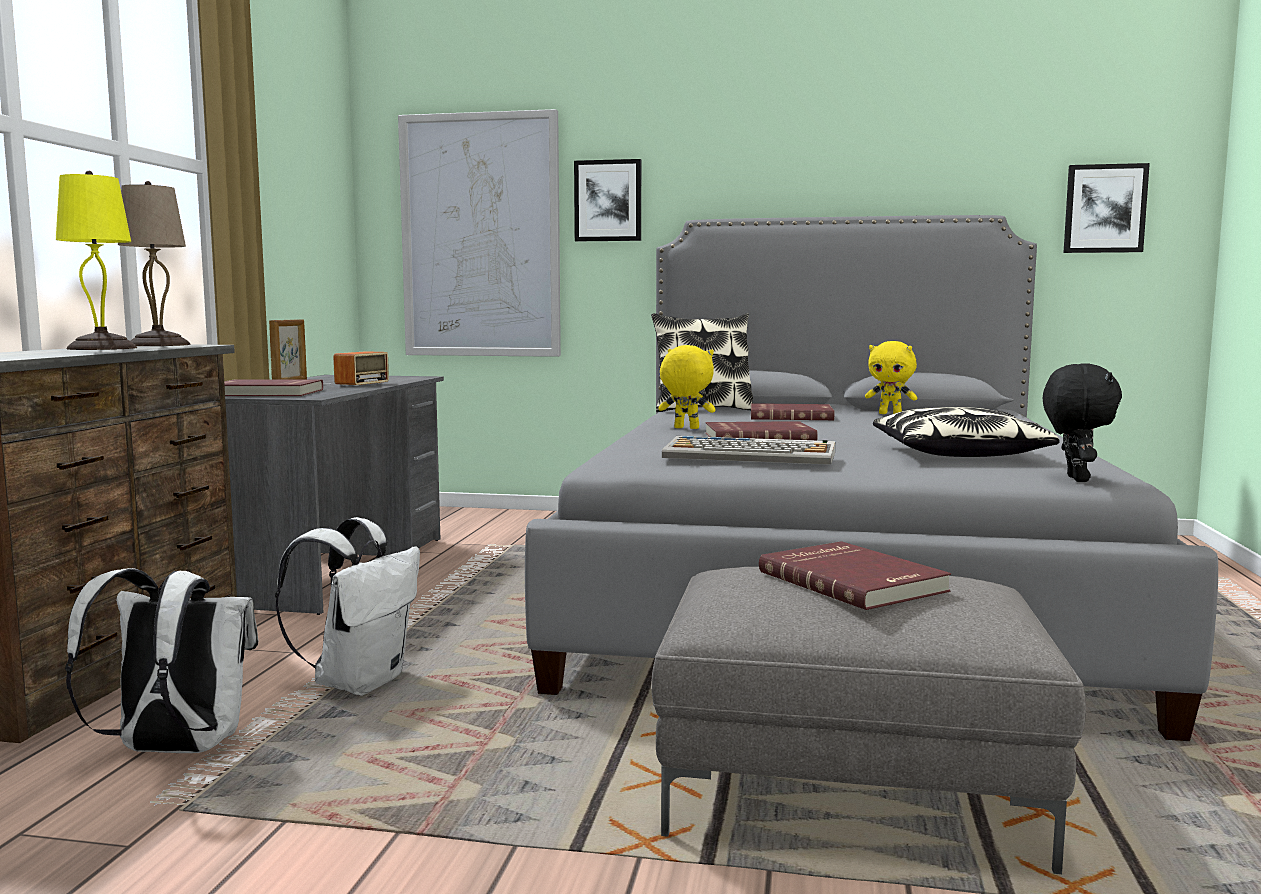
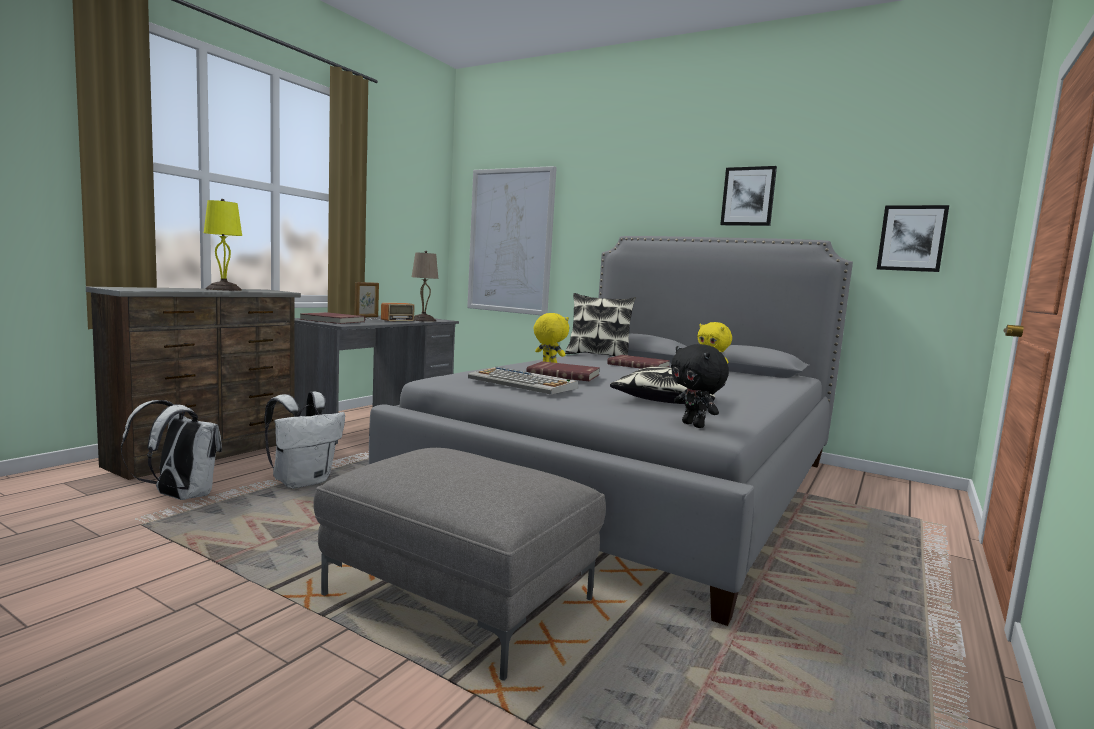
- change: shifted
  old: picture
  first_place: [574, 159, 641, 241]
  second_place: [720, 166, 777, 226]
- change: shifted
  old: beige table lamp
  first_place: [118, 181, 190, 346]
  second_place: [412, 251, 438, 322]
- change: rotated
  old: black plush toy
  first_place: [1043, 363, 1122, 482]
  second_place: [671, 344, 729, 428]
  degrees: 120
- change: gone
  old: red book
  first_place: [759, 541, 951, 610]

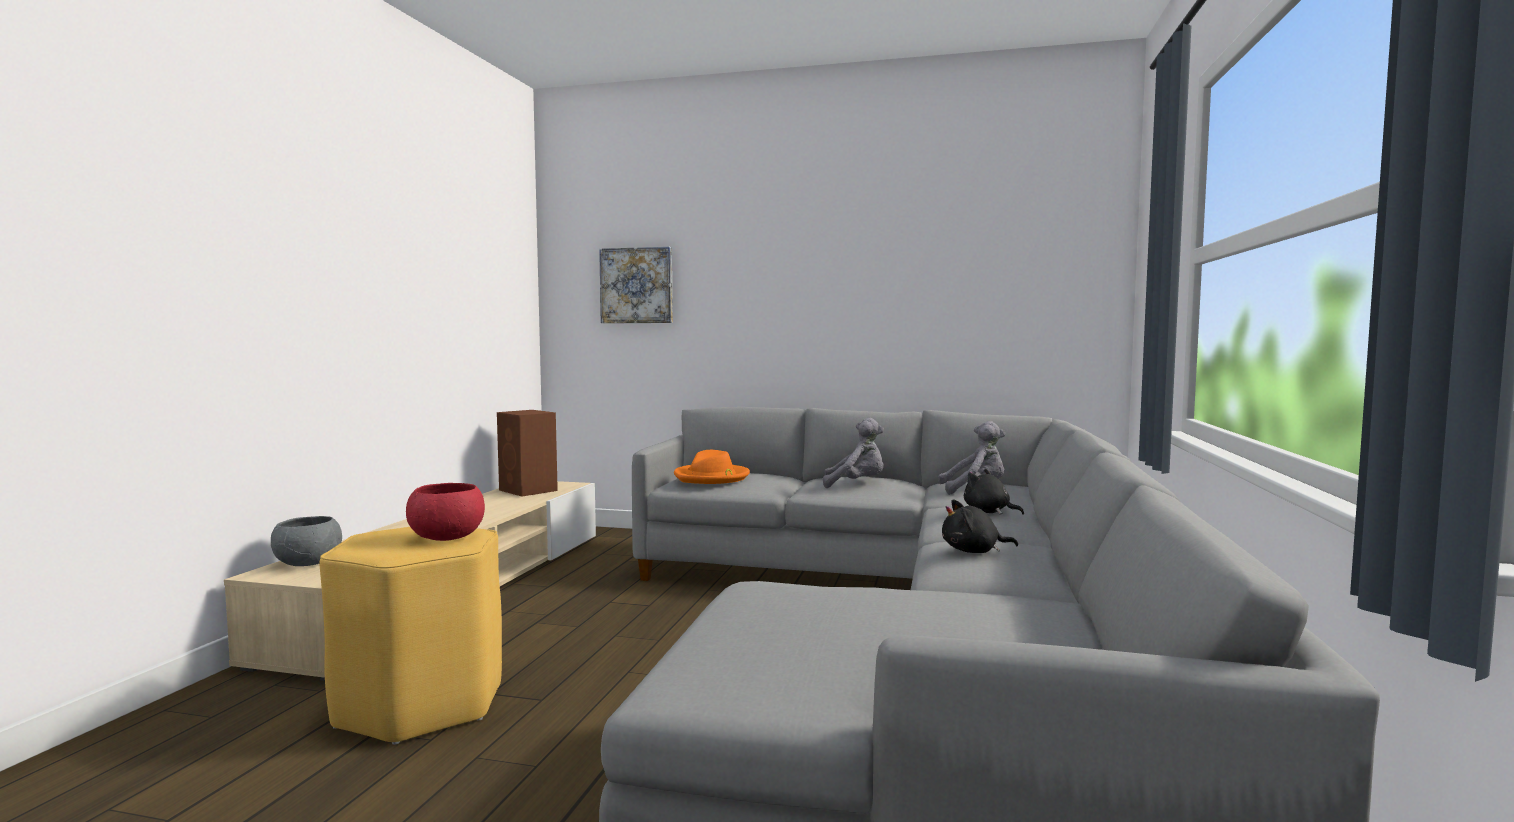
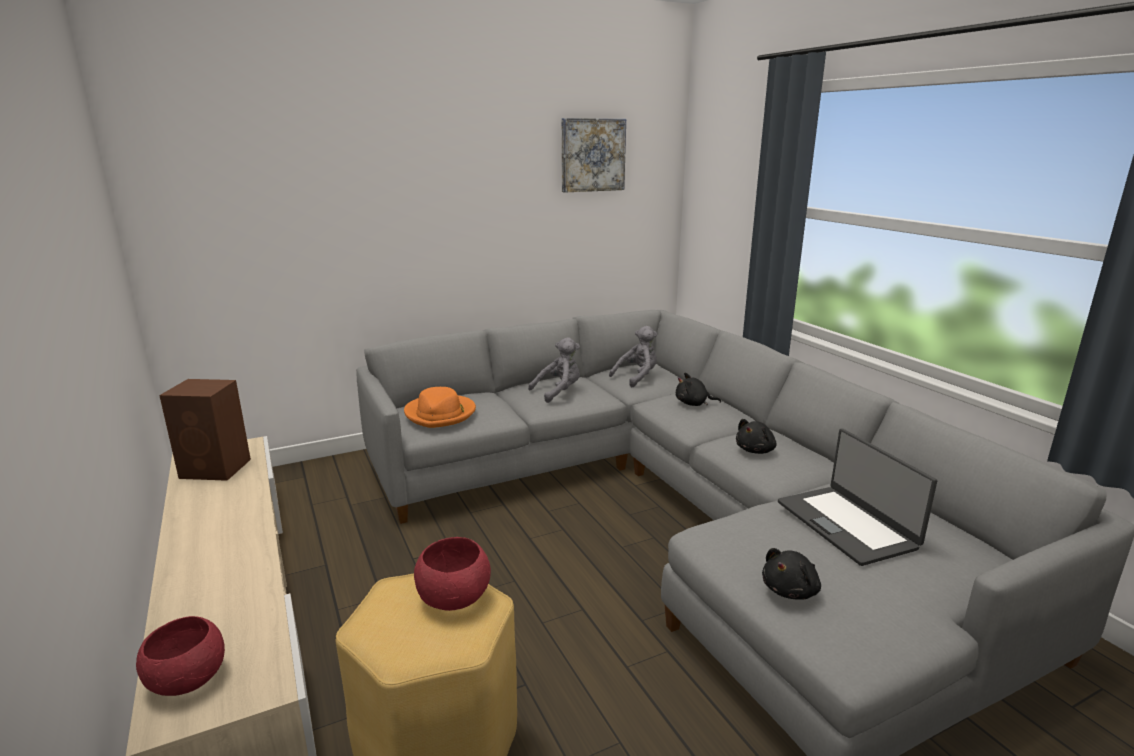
- change: shifted
  old: picture
  first_place: [599, 247, 673, 323]
  second_place: [562, 118, 626, 192]
- change: repainted
  old: grey bowl
  new: red bowl
  first_place: [271, 516, 342, 566]
  second_place: [136, 616, 225, 696]
- change: new
  new: laptop
  second_place: [778, 429, 937, 566]
- change: new
  new: black plush toy
  second_place: [762, 548, 821, 600]

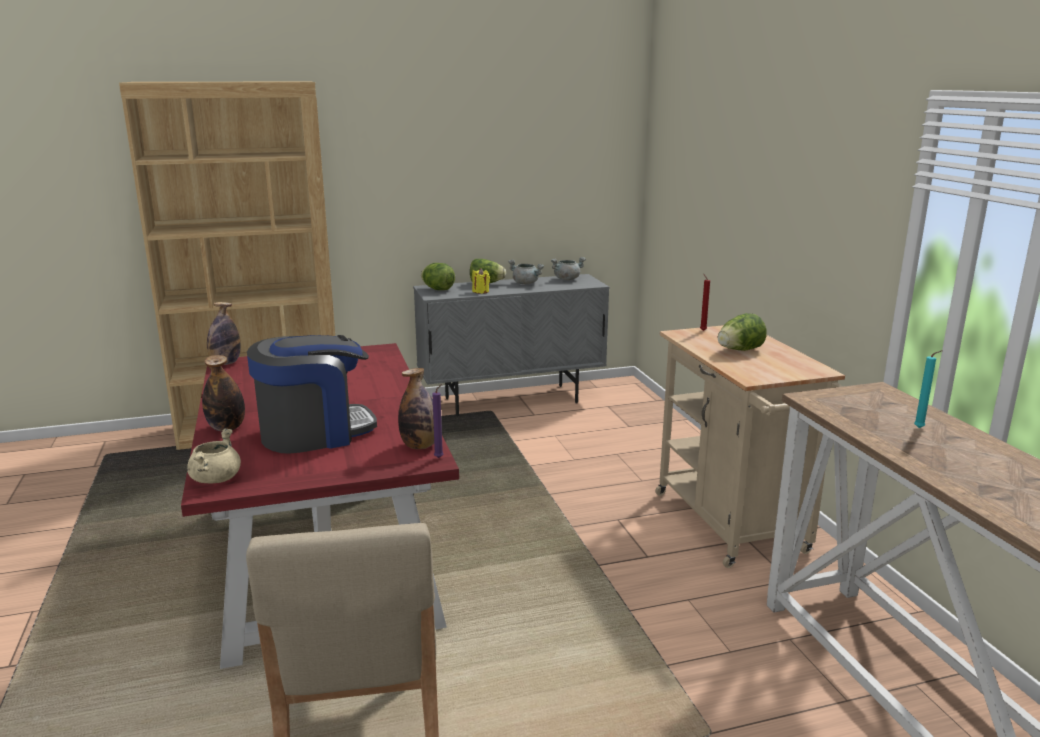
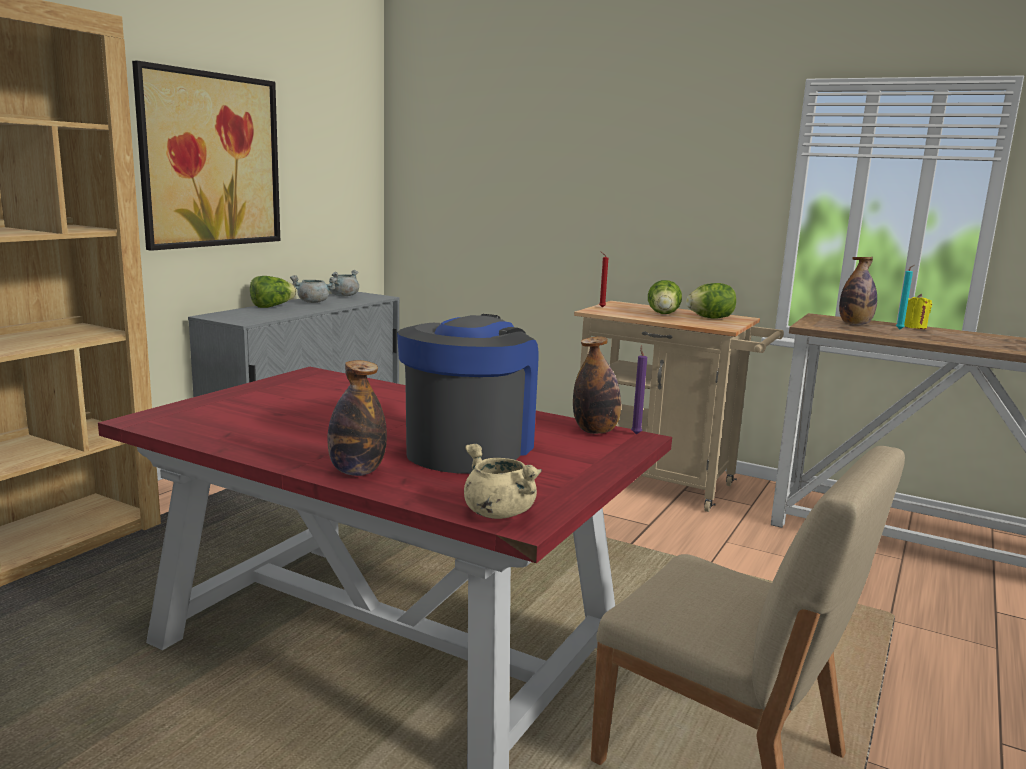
- change: shifted
  old: lettuce
  first_place: [421, 263, 455, 290]
  second_place: [686, 283, 736, 319]
- change: shifted
  old: yellow candle
  first_place: [472, 268, 490, 294]
  second_place: [904, 294, 932, 329]
- change: shifted
  old: bottle
  first_place: [207, 302, 240, 365]
  second_place: [839, 257, 877, 325]
- change: new
  new: picture
  second_place: [132, 61, 280, 251]

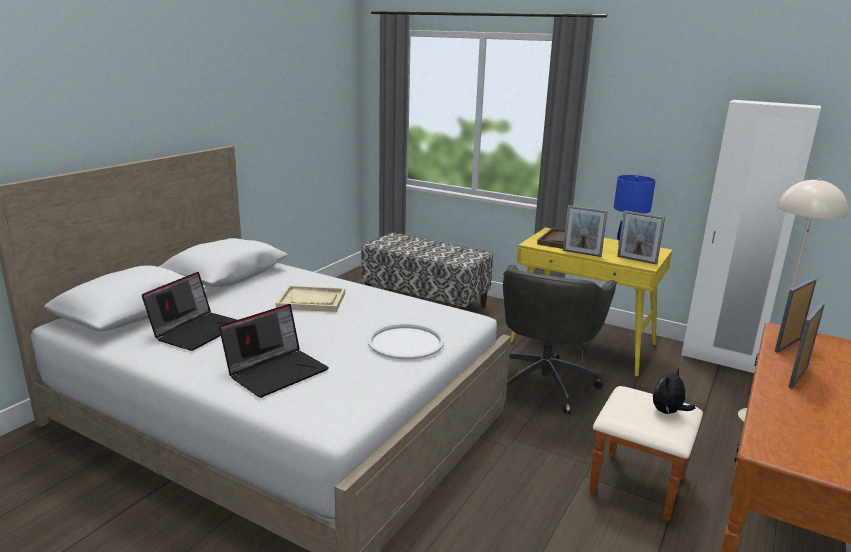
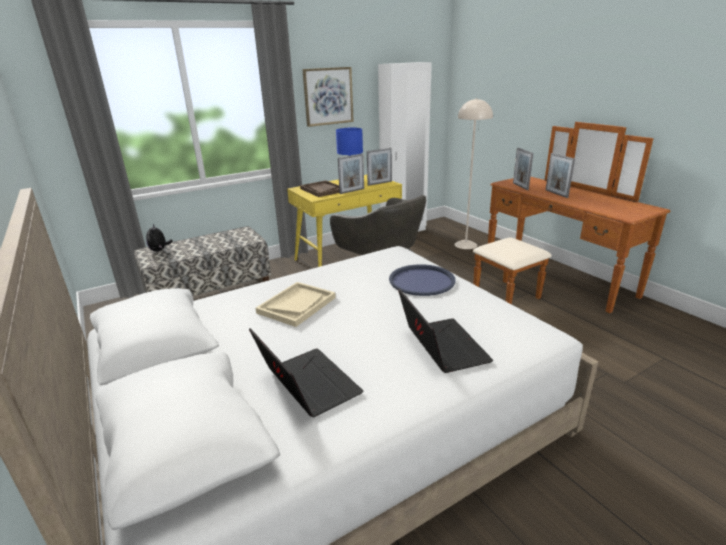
- change: repainted
  old: white tray
  new: blue tray
  first_place: [367, 323, 444, 360]
  second_place: [389, 264, 455, 296]
- change: shifted
  old: plush toy
  first_place: [653, 368, 695, 414]
  second_place: [146, 224, 173, 252]
- change: new
  new: picture
  second_place: [302, 67, 354, 127]

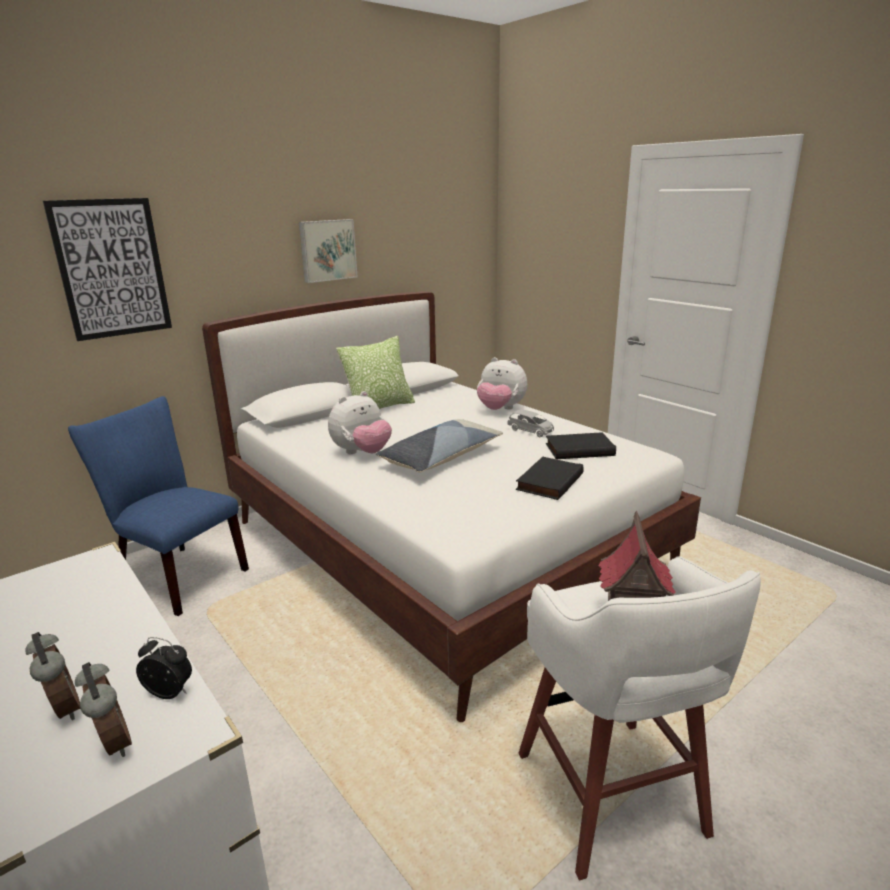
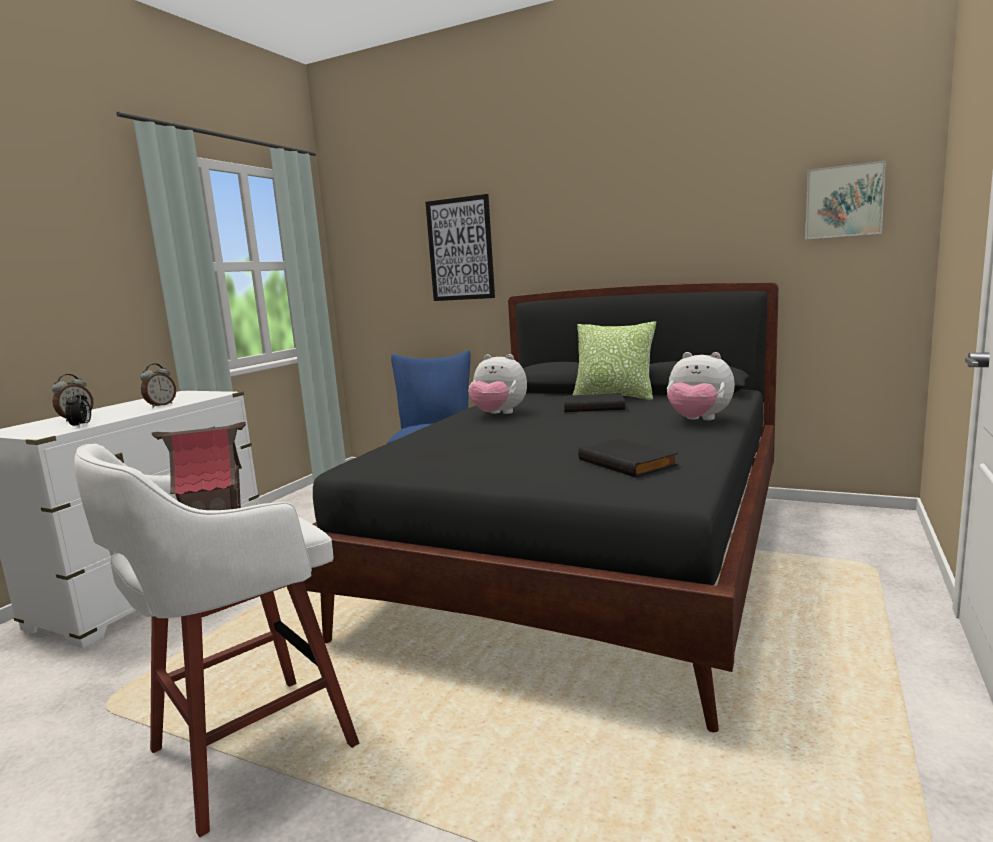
- change: shifted
  old: picture
  first_place: [299, 219, 357, 283]
  second_place: [805, 161, 886, 240]
- change: repainted
  old: white bed
  new: black bed
  first_place: [202, 291, 701, 722]
  second_place: [304, 282, 779, 732]
- change: rotated
  old: plush toy
  first_place: [477, 357, 527, 410]
  second_place: [667, 352, 735, 420]
  degrees: -60
- change: gone
  old: grey toy car
  first_place: [507, 409, 554, 437]
- change: gone
  old: pillow
  first_place: [376, 419, 503, 473]
- change: shifted
  old: black book
  first_place: [516, 457, 584, 500]
  second_place: [564, 393, 625, 412]
- change: shifted
  old: alarm clock
  first_place: [75, 662, 132, 757]
  second_place: [140, 363, 176, 408]

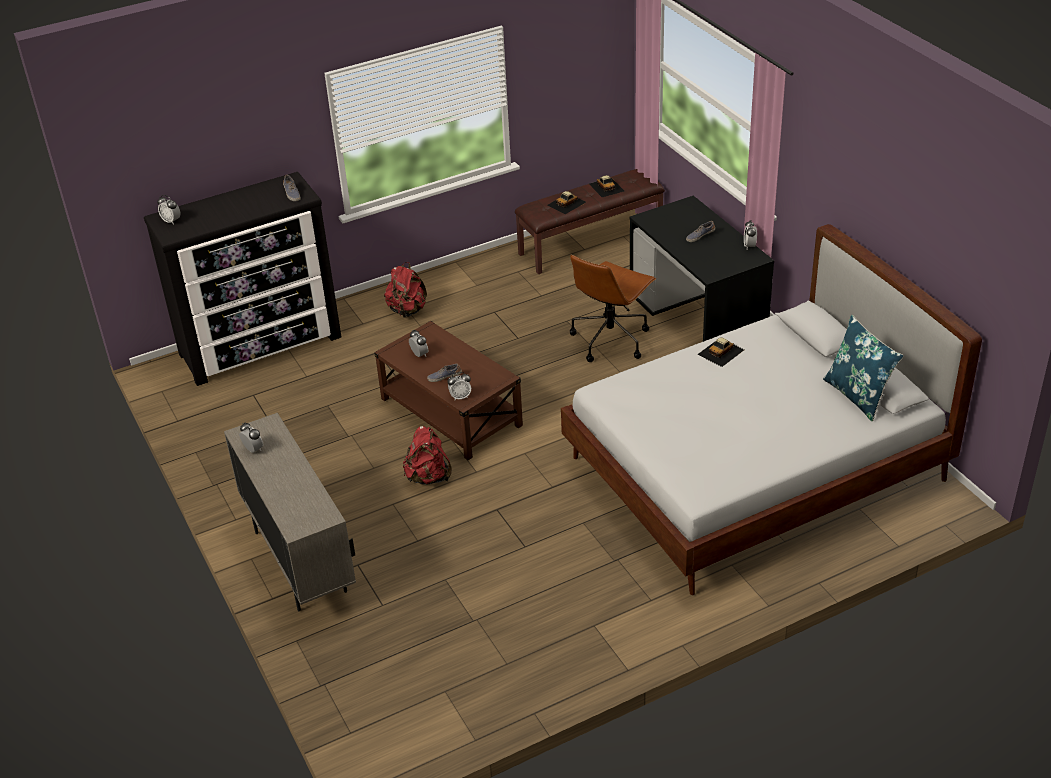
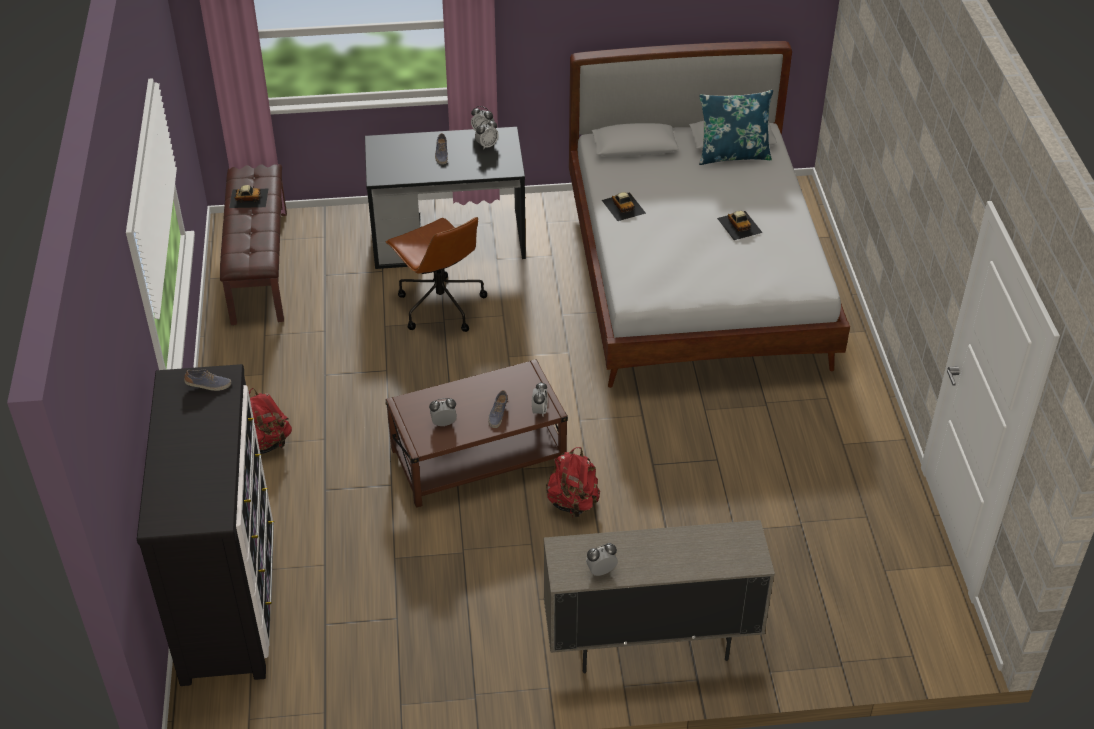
- change: shifted
  old: toy car
  first_place: [547, 191, 586, 214]
  second_place: [717, 211, 763, 240]
- change: shifted
  old: alarm clock
  first_place: [157, 195, 180, 225]
  second_place: [475, 119, 499, 150]

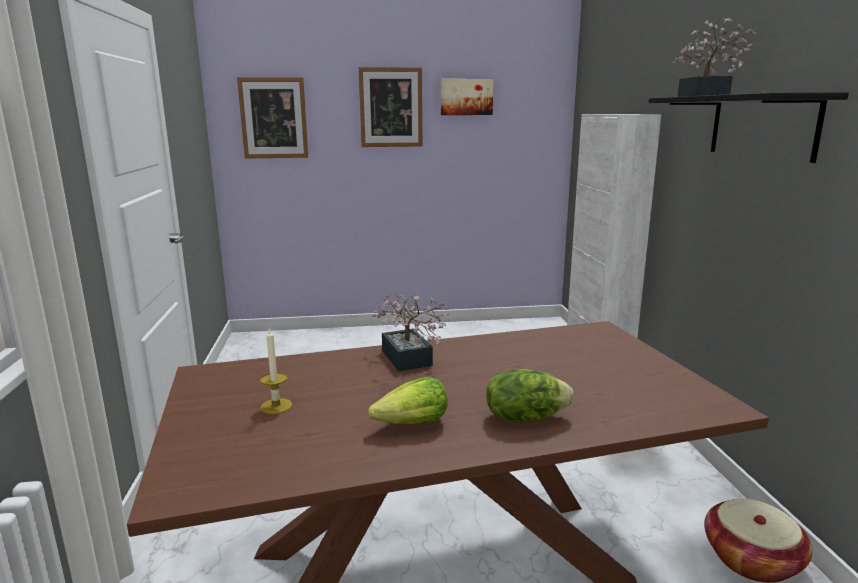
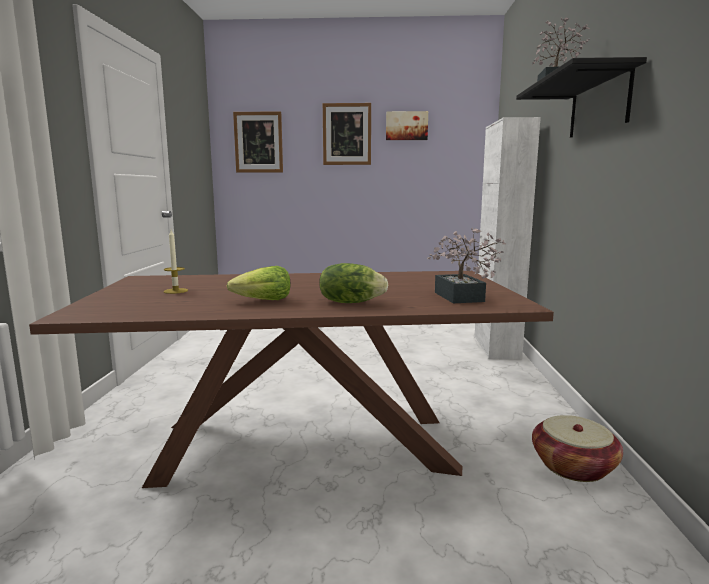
- change: shifted
  old: potted plant
  first_place: [372, 293, 450, 371]
  second_place: [427, 228, 506, 303]

